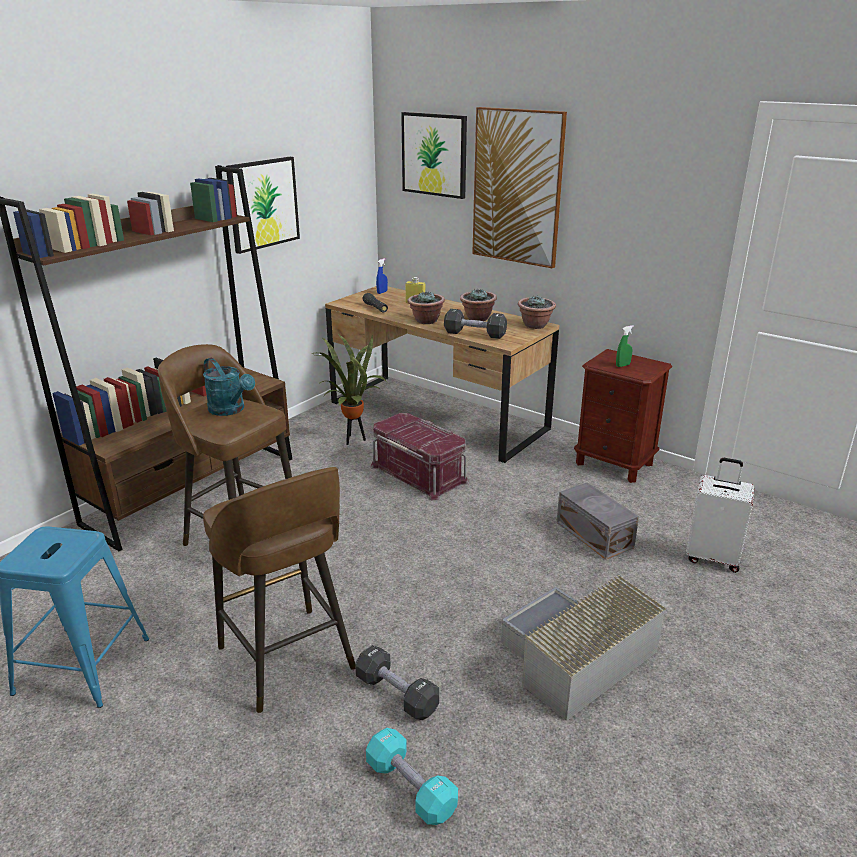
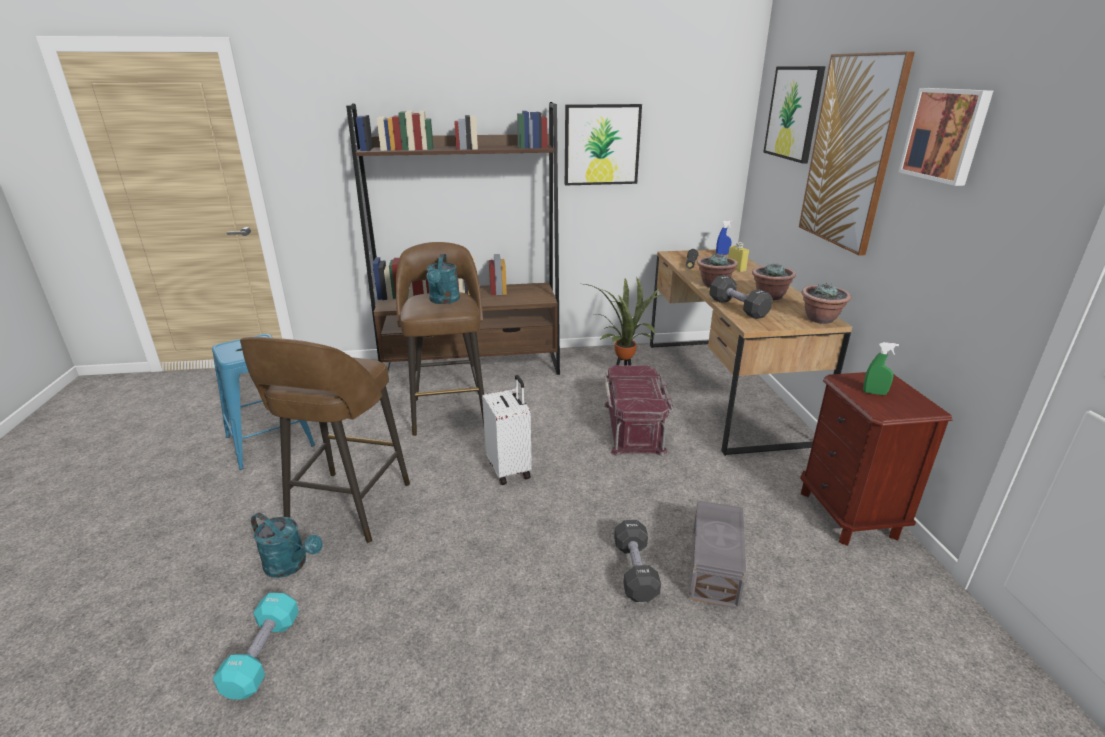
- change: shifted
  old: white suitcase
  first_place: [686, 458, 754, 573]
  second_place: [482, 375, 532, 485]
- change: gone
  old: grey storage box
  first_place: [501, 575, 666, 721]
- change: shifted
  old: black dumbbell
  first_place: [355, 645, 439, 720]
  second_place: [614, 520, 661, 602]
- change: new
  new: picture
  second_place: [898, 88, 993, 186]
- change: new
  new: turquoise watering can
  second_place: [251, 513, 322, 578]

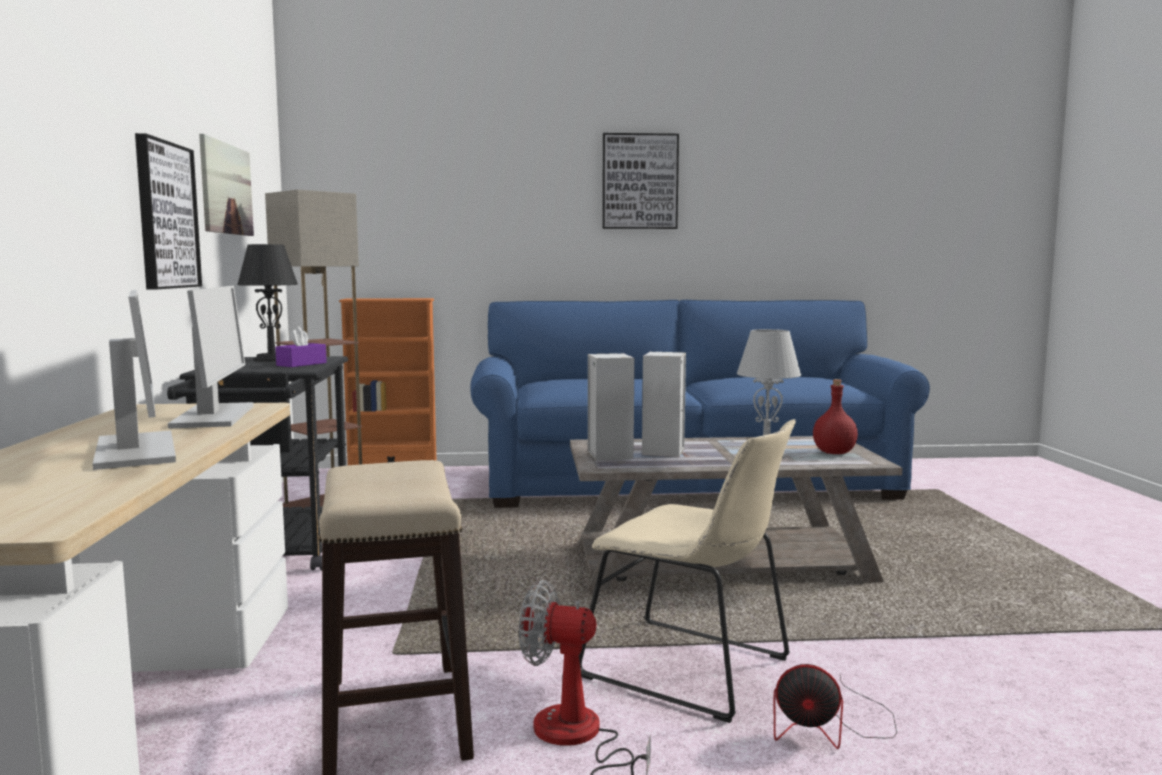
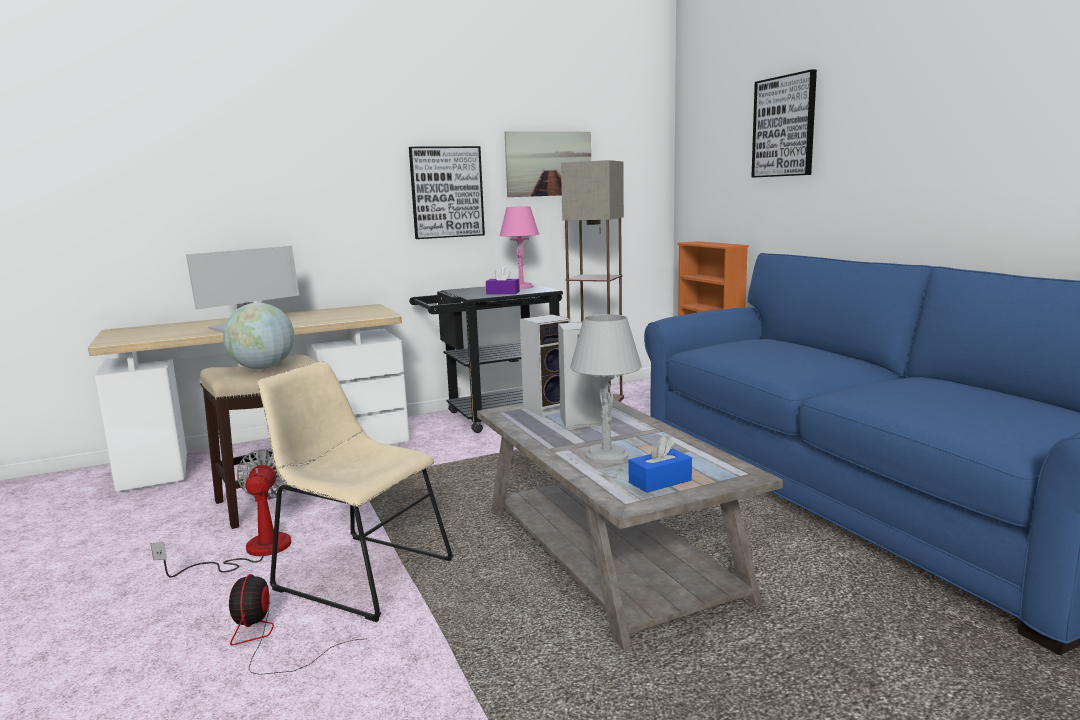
- change: shifted
  old: picture
  first_place: [602, 133, 679, 229]
  second_place: [751, 69, 817, 178]
- change: repainted
  old: black table lamp
  new: pink table lamp
  first_place: [237, 244, 298, 362]
  second_place: [500, 206, 539, 289]
- change: gone
  old: monitor
  first_place: [168, 286, 254, 429]
- change: swapped
  old: red bottle
  new: blue tissue box
  first_place: [813, 379, 858, 454]
  second_place: [629, 436, 692, 493]
- change: rotated
  old: beige chair
  first_place: [579, 419, 796, 723]
  second_place: [258, 361, 453, 622]
  degrees: 105
- change: new
  new: globe
  second_place: [223, 303, 294, 369]

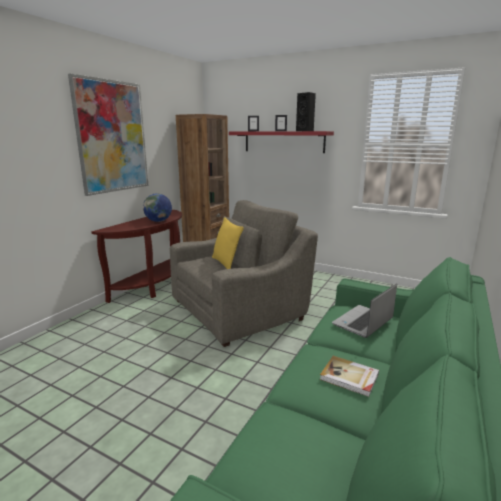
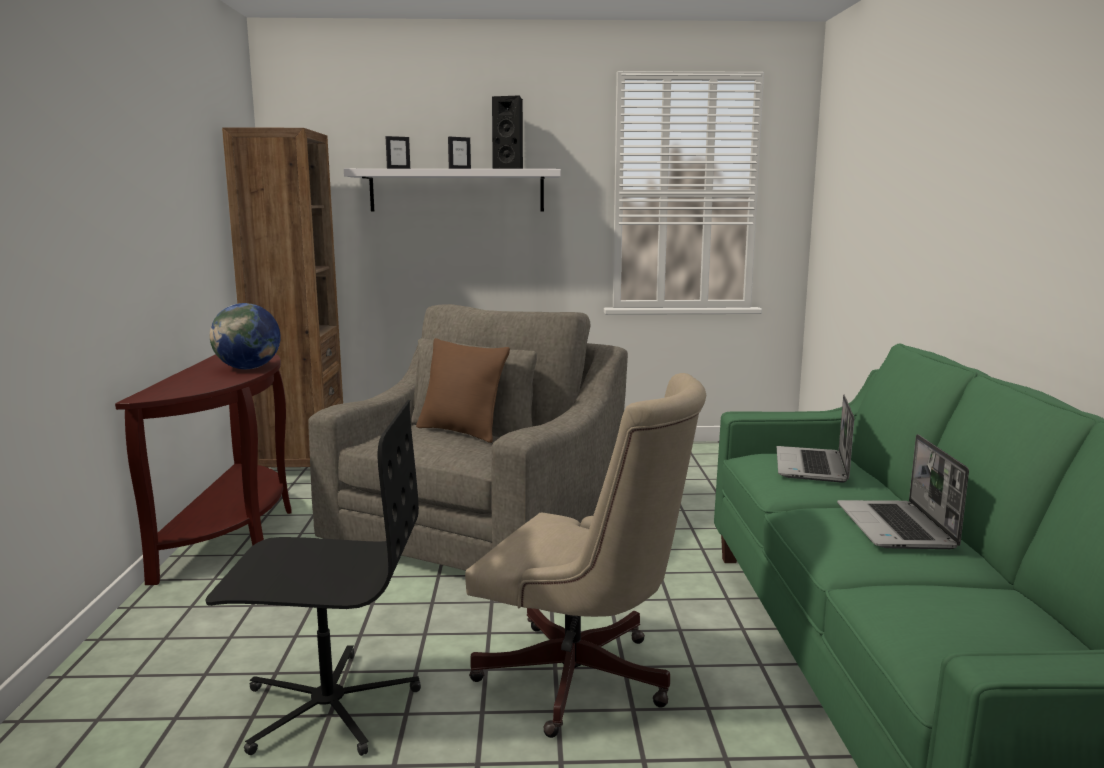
- change: gone
  old: picture
  first_place: [68, 73, 148, 196]
- change: repainted
  old: red shelf
  new: white shelf
  first_place: [229, 131, 334, 153]
  second_place: [344, 169, 561, 212]
- change: repainted
  old: yellow pillow
  new: brown pillow
  first_place: [212, 217, 244, 269]
  second_place: [416, 338, 510, 443]
- change: swapped
  old: book
  new: laptop
  first_place: [320, 356, 379, 397]
  second_place: [837, 434, 969, 549]
- change: new
  new: beige office chair
  second_place: [465, 373, 706, 738]
- change: new
  new: black office chair
  second_place: [205, 400, 421, 756]

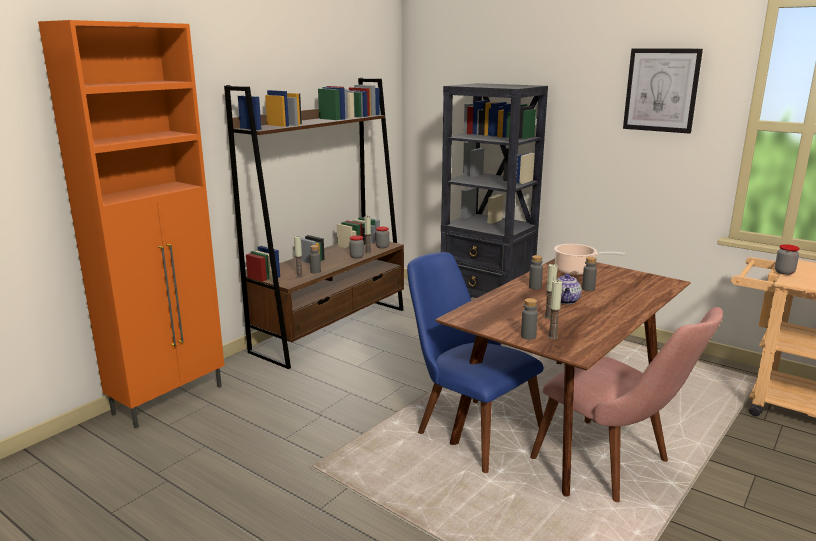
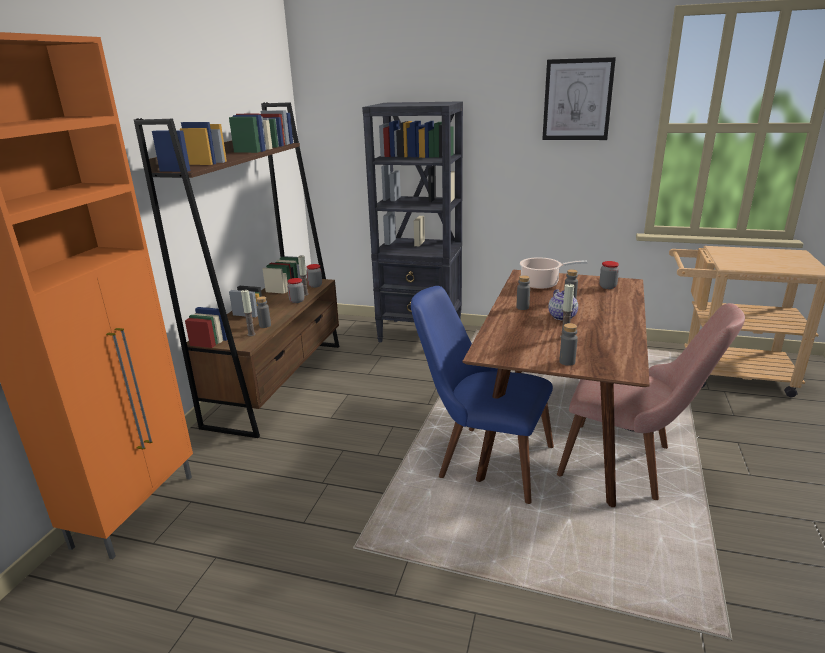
- change: shifted
  old: jar
  first_place: [775, 244, 800, 275]
  second_place: [599, 261, 619, 289]
- change: gone
  old: candle
  first_place: [548, 280, 562, 339]

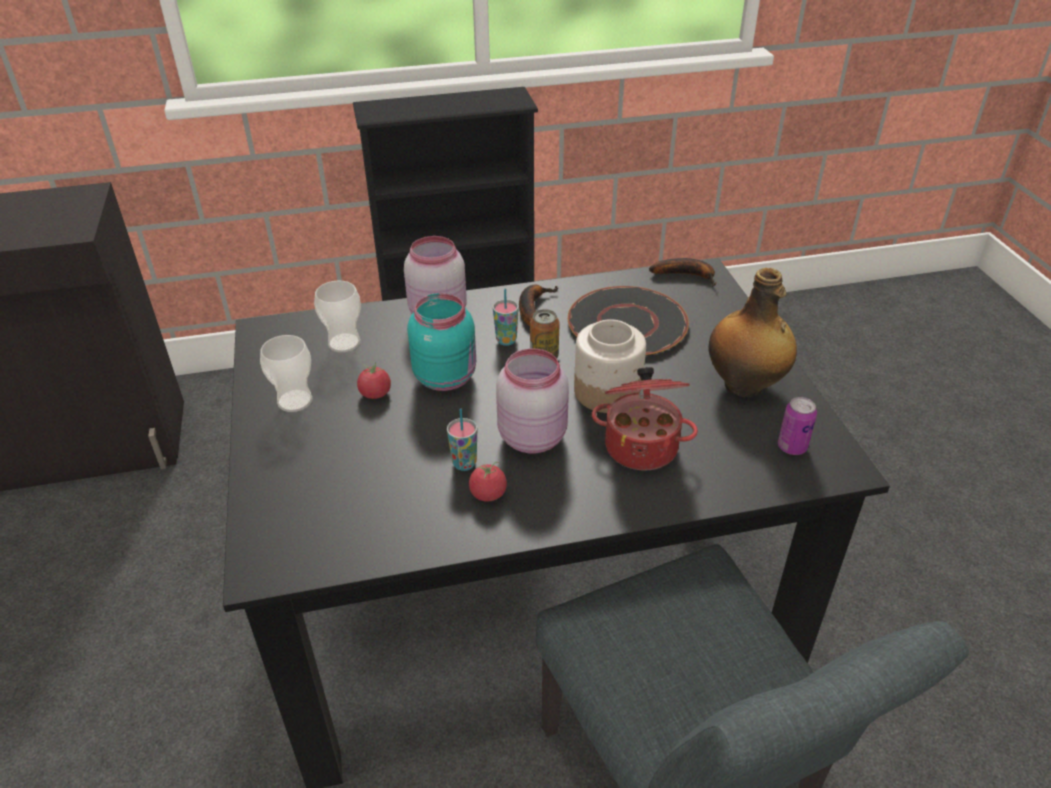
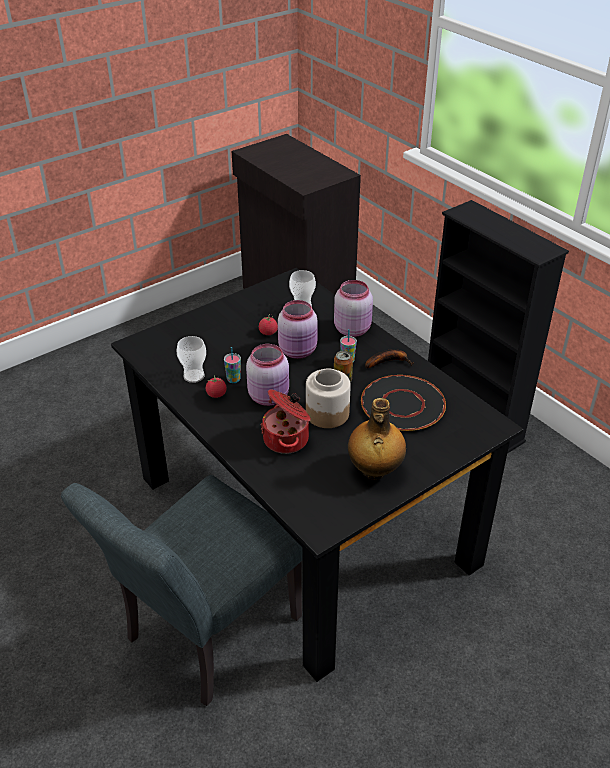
- change: gone
  old: banana
  first_place: [649, 258, 716, 287]
- change: repainted
  old: turquoise jar
  new: pink jar
  first_place: [407, 293, 476, 391]
  second_place: [278, 300, 318, 359]
- change: shifted
  old: cup
  first_place: [260, 335, 312, 412]
  second_place: [176, 336, 206, 383]
- change: gone
  old: can
  first_place: [778, 397, 817, 455]

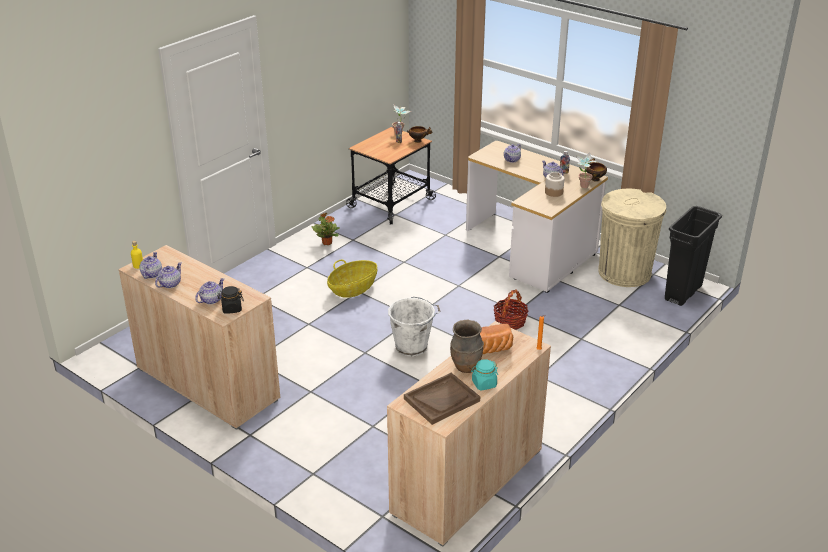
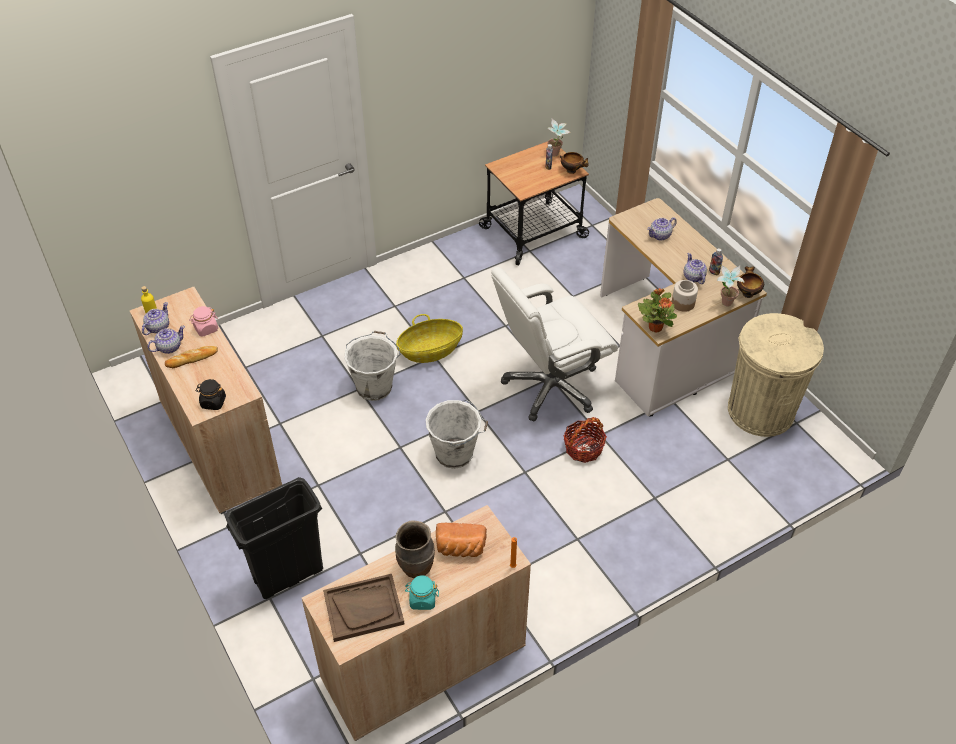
- change: shifted
  old: black trash can
  first_place: [665, 206, 722, 306]
  second_place: [225, 477, 323, 599]
- change: shifted
  old: potted plant
  first_place: [312, 212, 340, 245]
  second_place: [638, 288, 677, 332]
- change: gone
  old: teapot
  first_place: [195, 278, 224, 304]
- change: new
  new: white office chair
  second_place: [491, 267, 618, 421]
- change: new
  new: pink jar
  second_place: [189, 306, 218, 337]
- change: new
  new: white bucket
  second_place: [344, 331, 401, 401]
- change: new
  new: bread
  second_place: [165, 346, 218, 368]

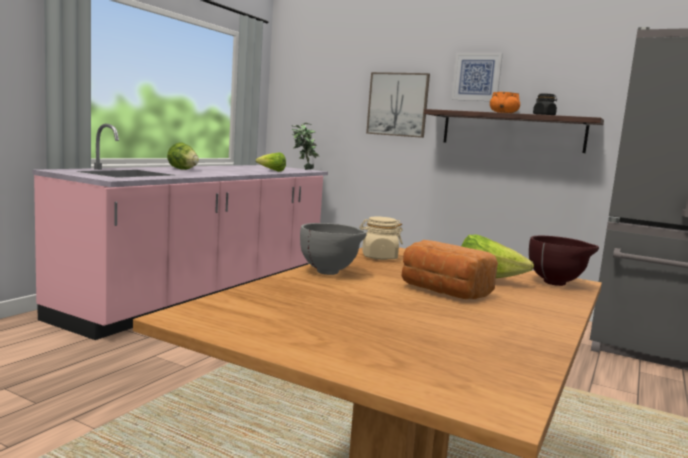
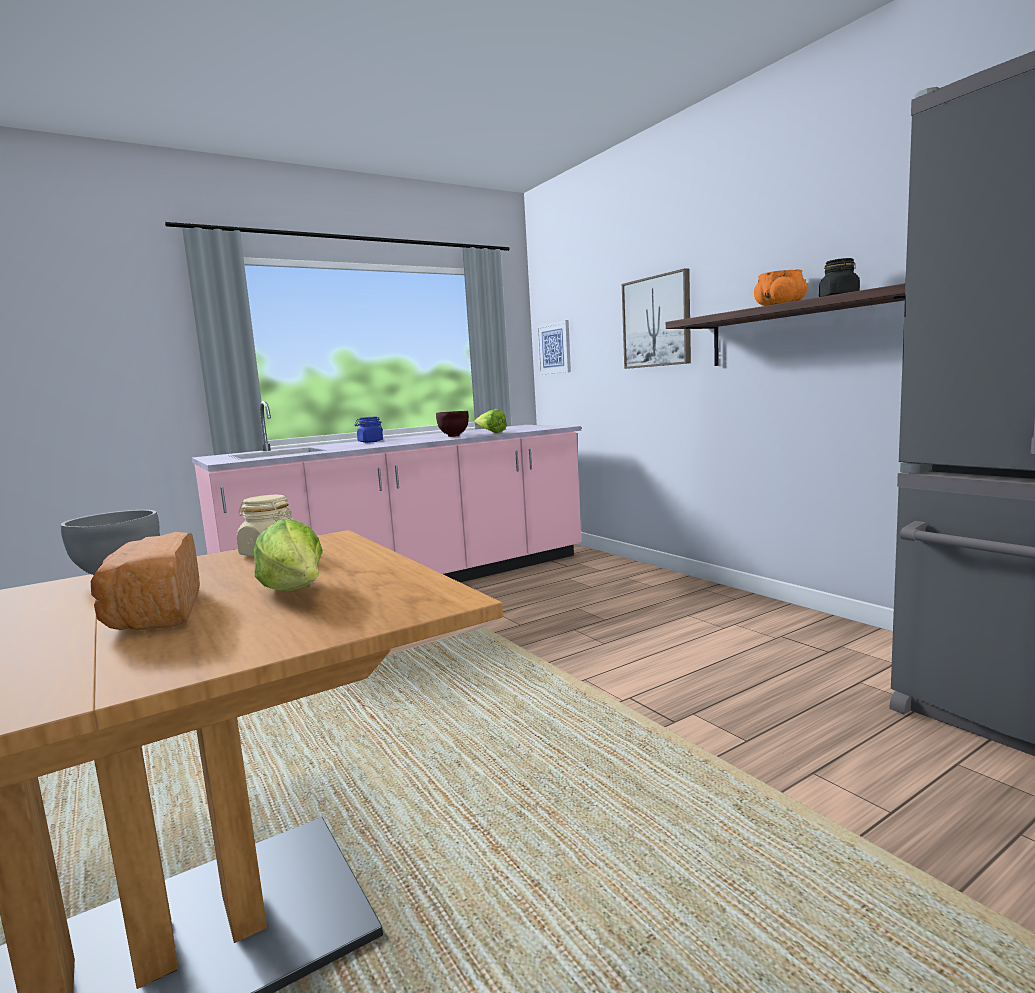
- change: shifted
  old: picture
  first_place: [451, 53, 503, 101]
  second_place: [536, 320, 571, 375]
- change: gone
  old: potted plant
  first_place: [291, 123, 320, 170]
- change: swapped
  old: lettuce
  new: blue jar
  first_place: [167, 142, 199, 170]
  second_place: [355, 417, 383, 443]
- change: shifted
  old: brown bowl
  first_place: [529, 236, 599, 286]
  second_place: [436, 411, 469, 437]

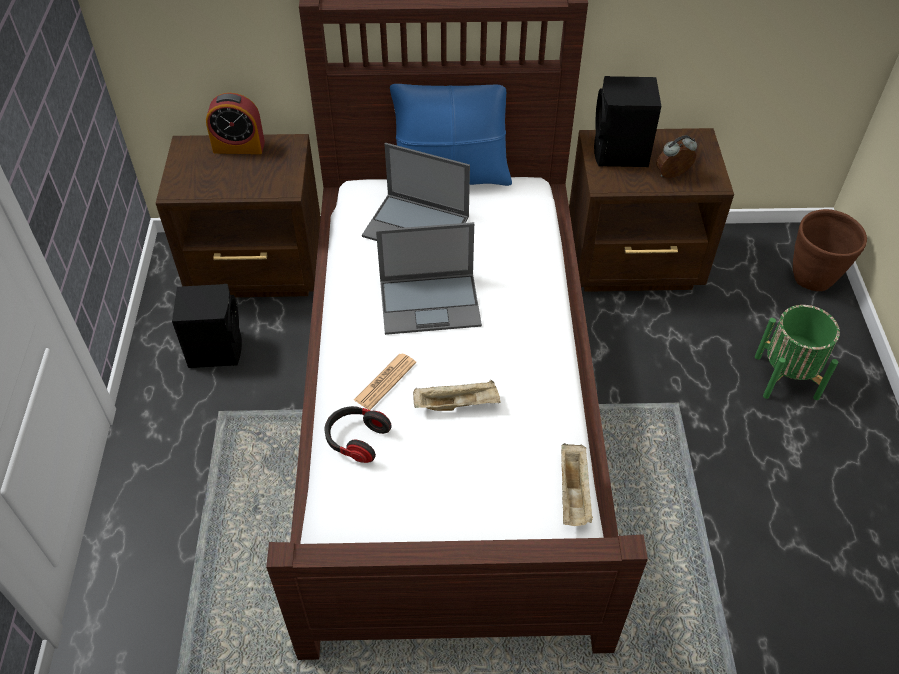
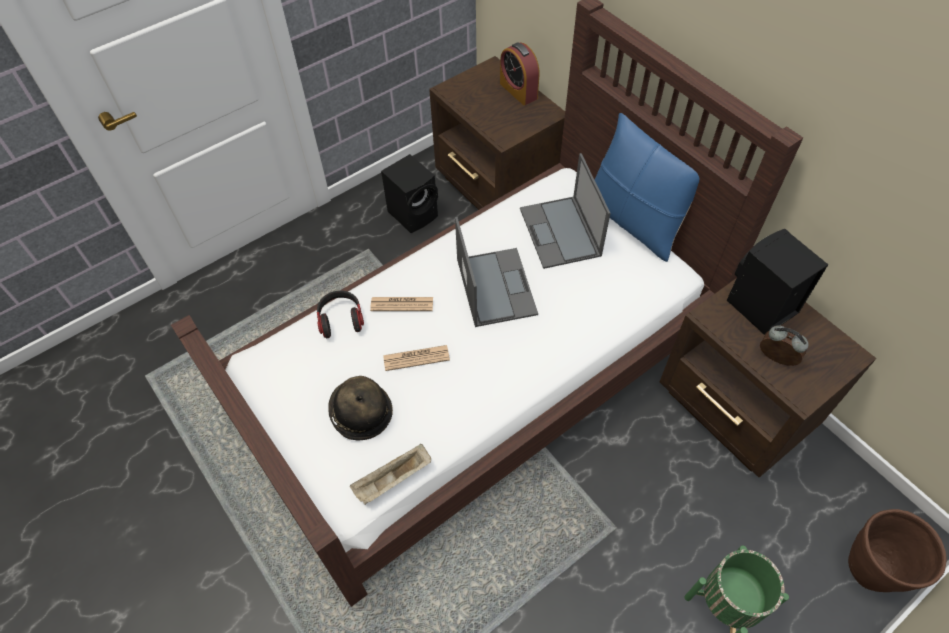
- change: rotated
  old: laptop
  first_place: [376, 222, 482, 335]
  second_place: [455, 217, 538, 327]
  degrees: -150
- change: swapped
  old: beige tray
  new: newspaper
  first_place: [413, 380, 501, 411]
  second_place: [383, 345, 450, 371]
- change: new
  new: hat
  second_place: [328, 376, 393, 440]

